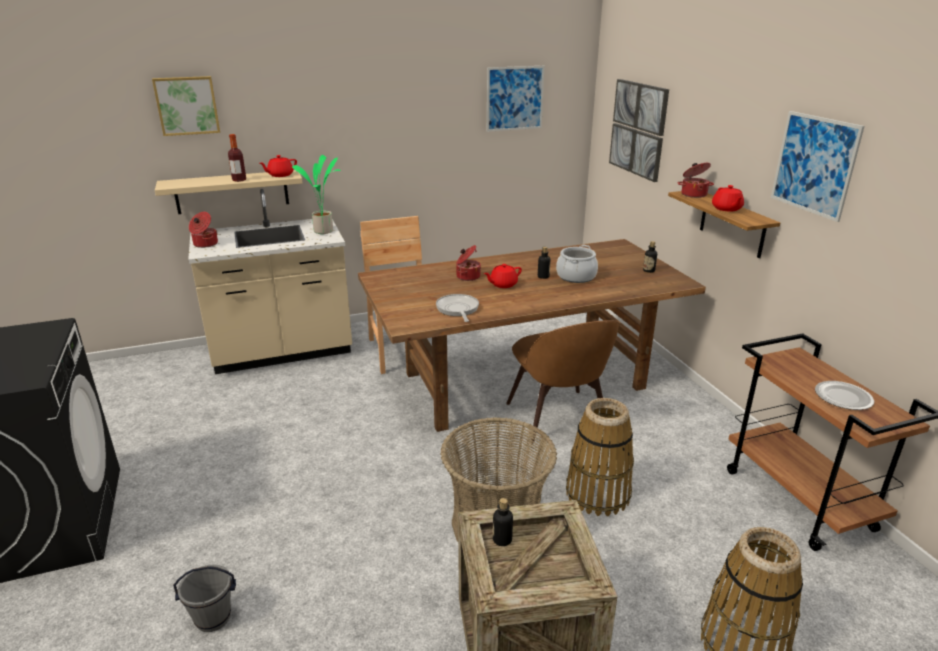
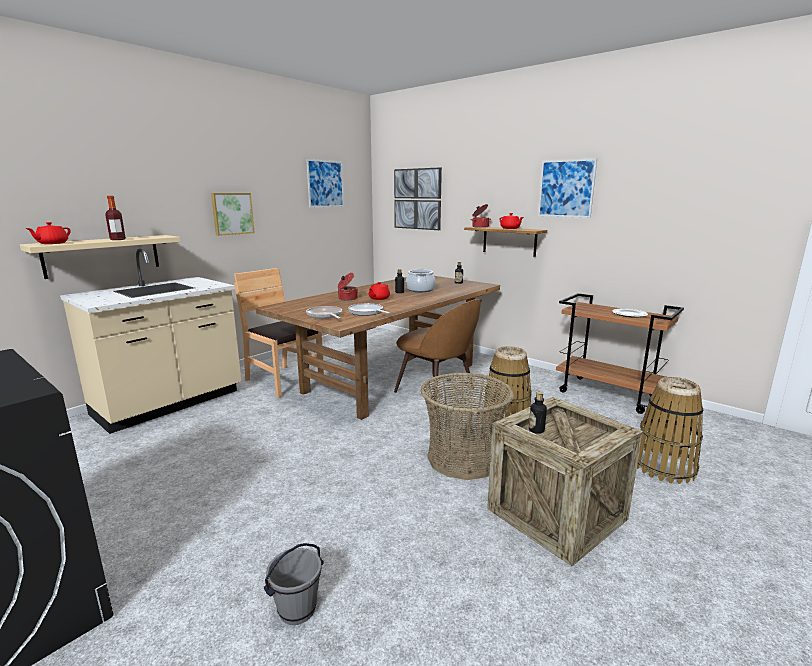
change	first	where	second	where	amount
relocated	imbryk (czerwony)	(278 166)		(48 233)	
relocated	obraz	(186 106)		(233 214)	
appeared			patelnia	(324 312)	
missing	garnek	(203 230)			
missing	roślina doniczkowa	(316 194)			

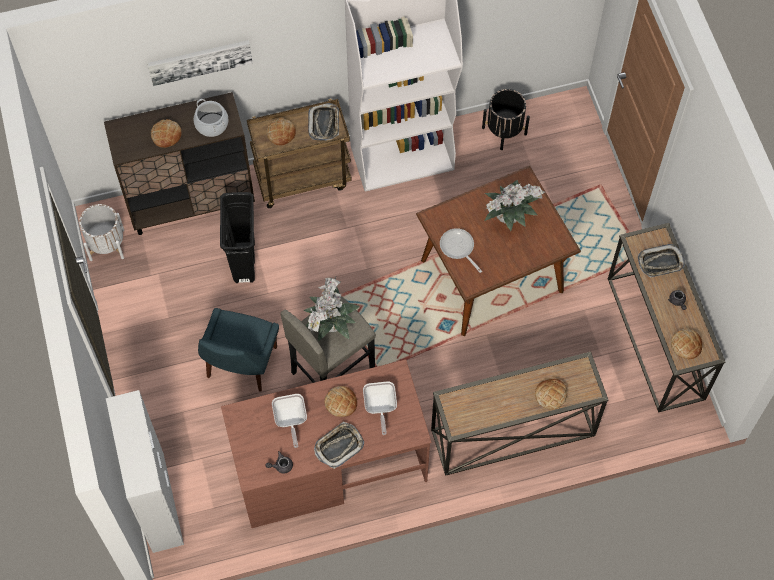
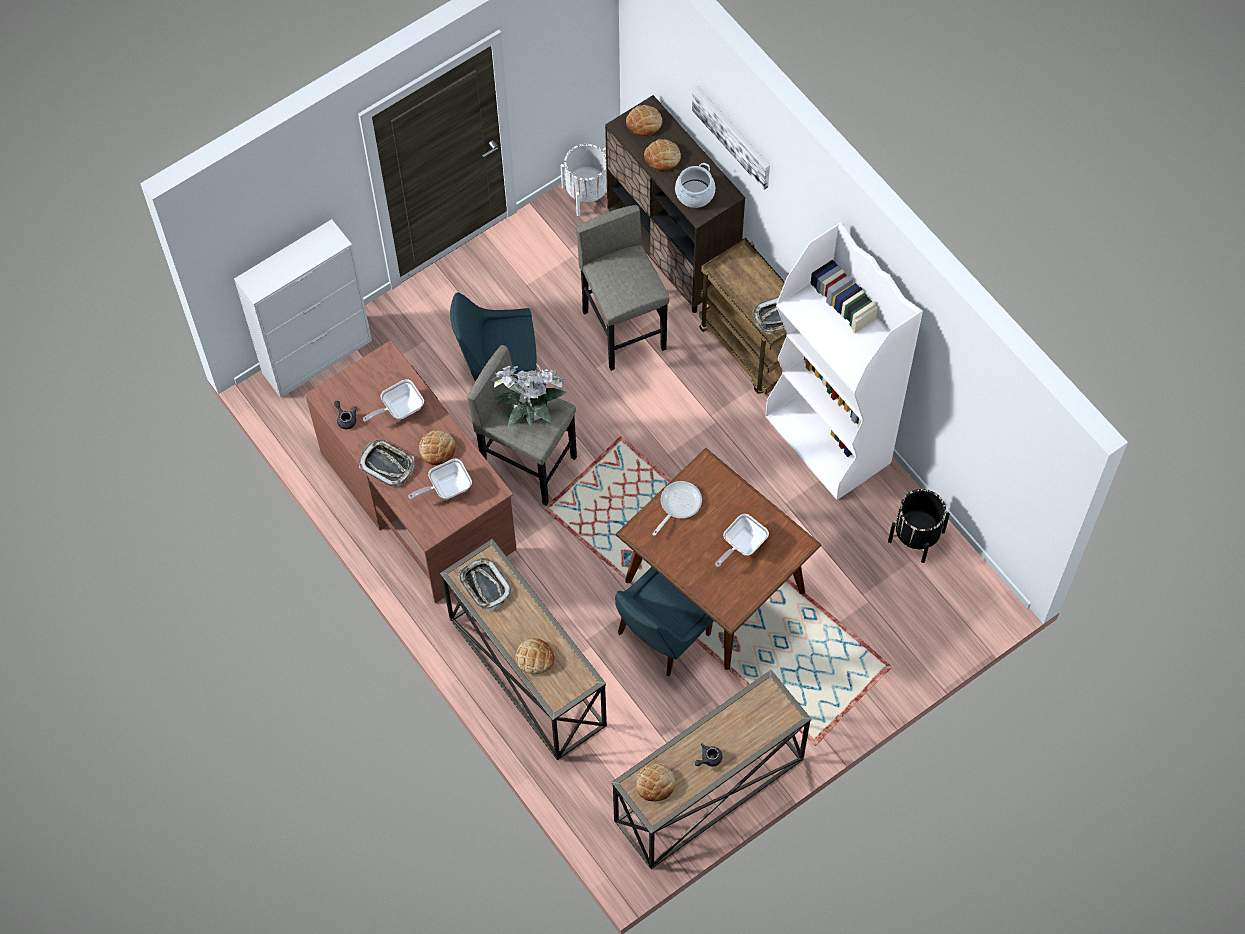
change	first	where	second	where	amount
relocated	taca	(661 261)		(484 584)	
exchanged	kosz na śmieci (czarny)	(237 237)	stołek (szary)	(623 288)	
appeared			krzesło (niebieski)	(664 621)	
relocated	chleb	(281 132)		(644 120)	
exchanged	roślina doniczkowa	(515 205)	patelnia	(742 540)	

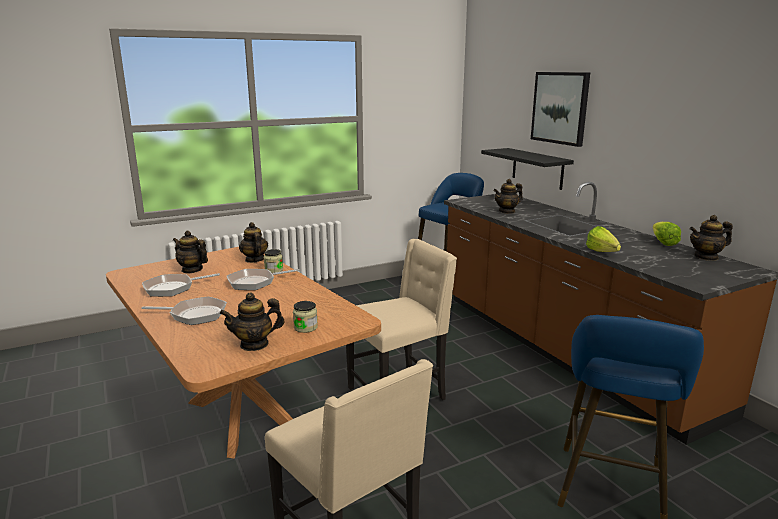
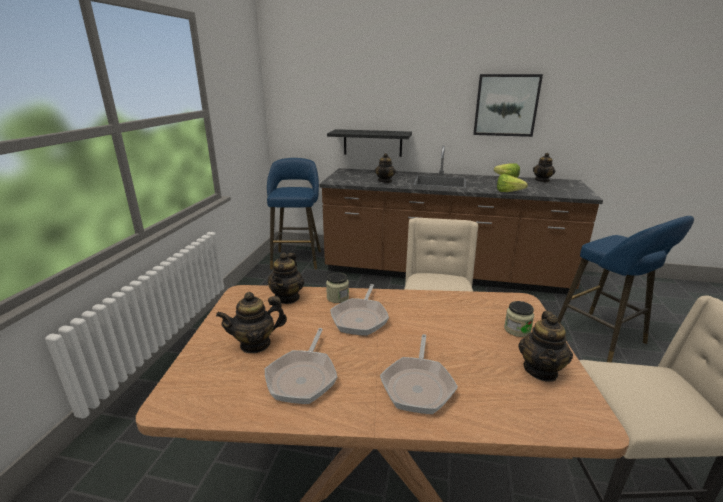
change	first	where	second	where	amount
spun	imbryk	(253 242)		(285 278)	90 degrees counterclockwise
spun	patelnia	(184 311)		(419 374)	150 degrees clockwise
relocated	obraz	(560 109)		(508 105)	

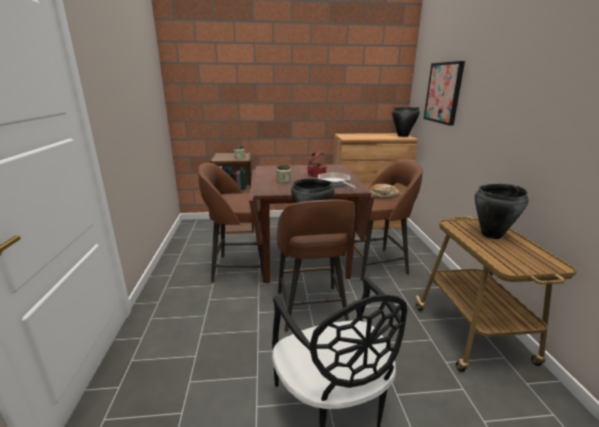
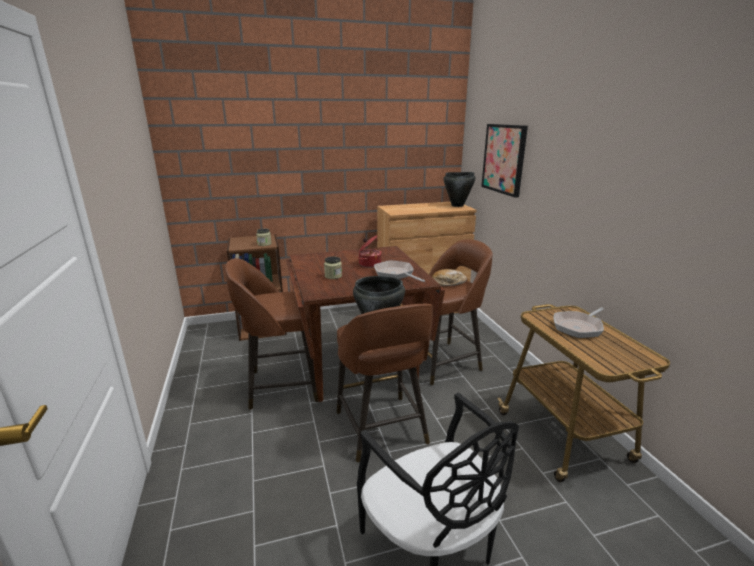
change	first	where	second	where	amount
exchanged	garnek (czarny)	(501 211)	patelnia	(579 322)	

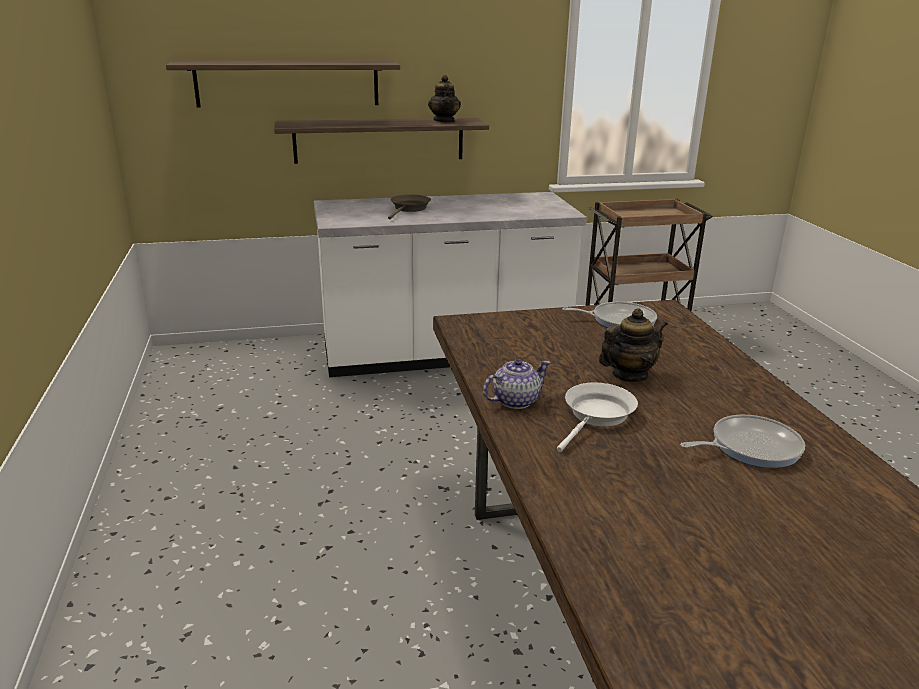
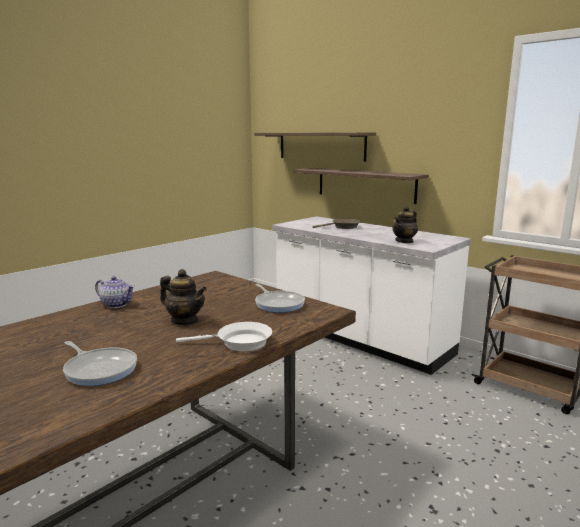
change	first	where	second	where	amount
relocated	patelnia (biały)	(597 417)		(224 336)	
relocated	imbryk	(444 99)		(405 224)	

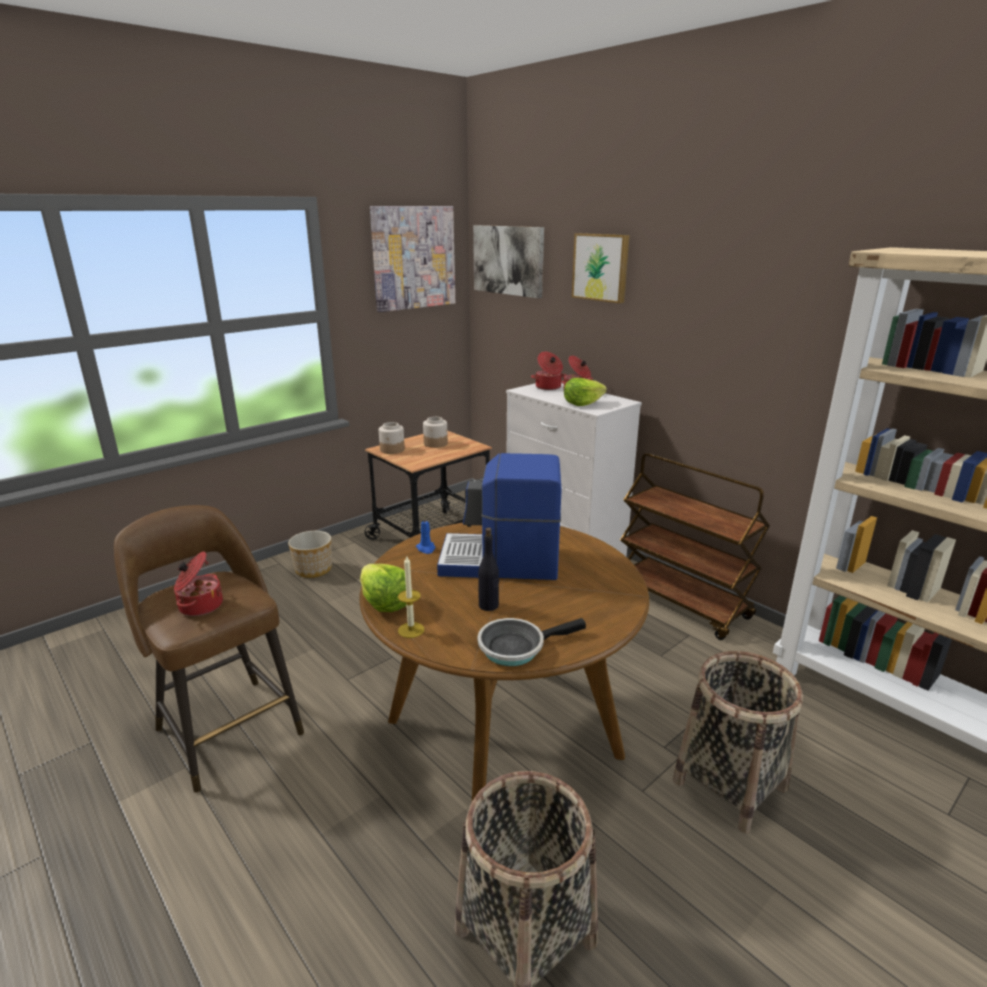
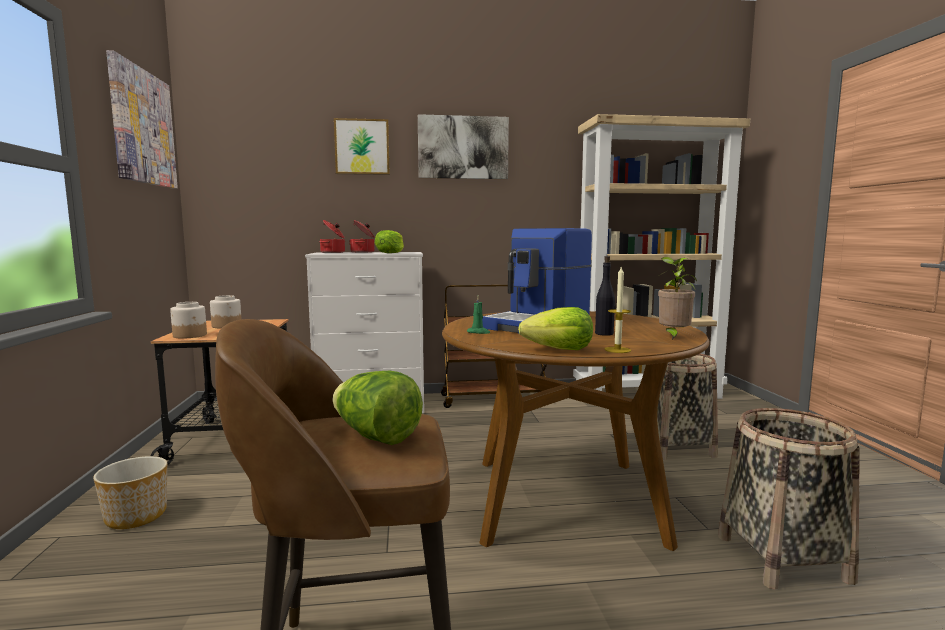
change	first	where	second	where	amount
exchanged	garnek	(198 584)	sałata	(378 408)	
relocated	obraz	(508 261)		(463 146)	
colour	świeca (niebieski)	(425 534)	świeca (zielony)	(478 315)	
exchanged	patelnia	(531 642)	roślina doniczkowa	(677 298)	

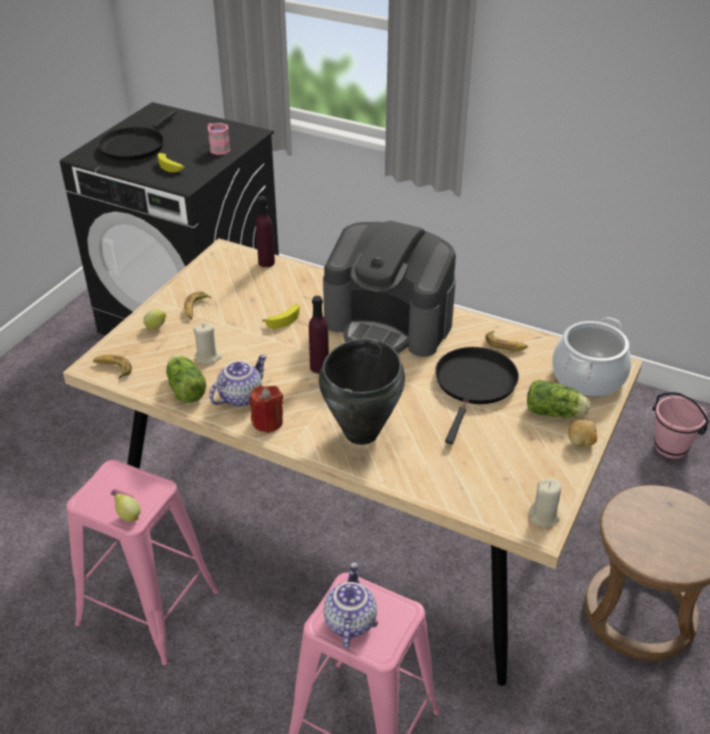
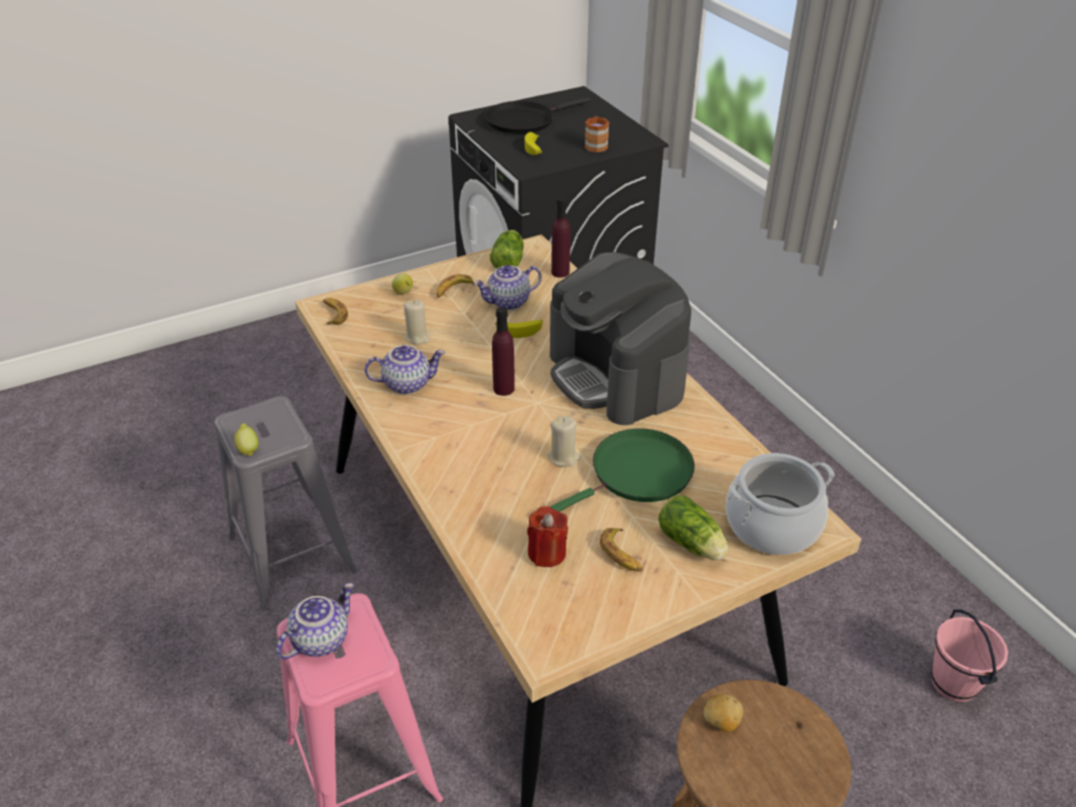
change	first	where	second	where	amount
colour	stołek (różowy)	(142 562)	stołek (szary)	(286 503)	
appeared			imbryk	(508 287)	
relocated	sałata	(186 379)		(507 249)	
relocated	świeca (czerwony)	(266 409)		(547 536)	
relocated	świeca (beżowy)	(545 502)		(563 441)	
colour	patelnia (czarny)	(477 395)	patelnia (zielony)	(622 470)	
colour	kubek (różowy)	(219 139)	kubek (brązowy)	(597 134)	
relocated	banan	(506 341)		(621 550)	
relocated	ziemniak	(582 433)		(723 713)	
missing	garnek (czarny)	(362 391)			

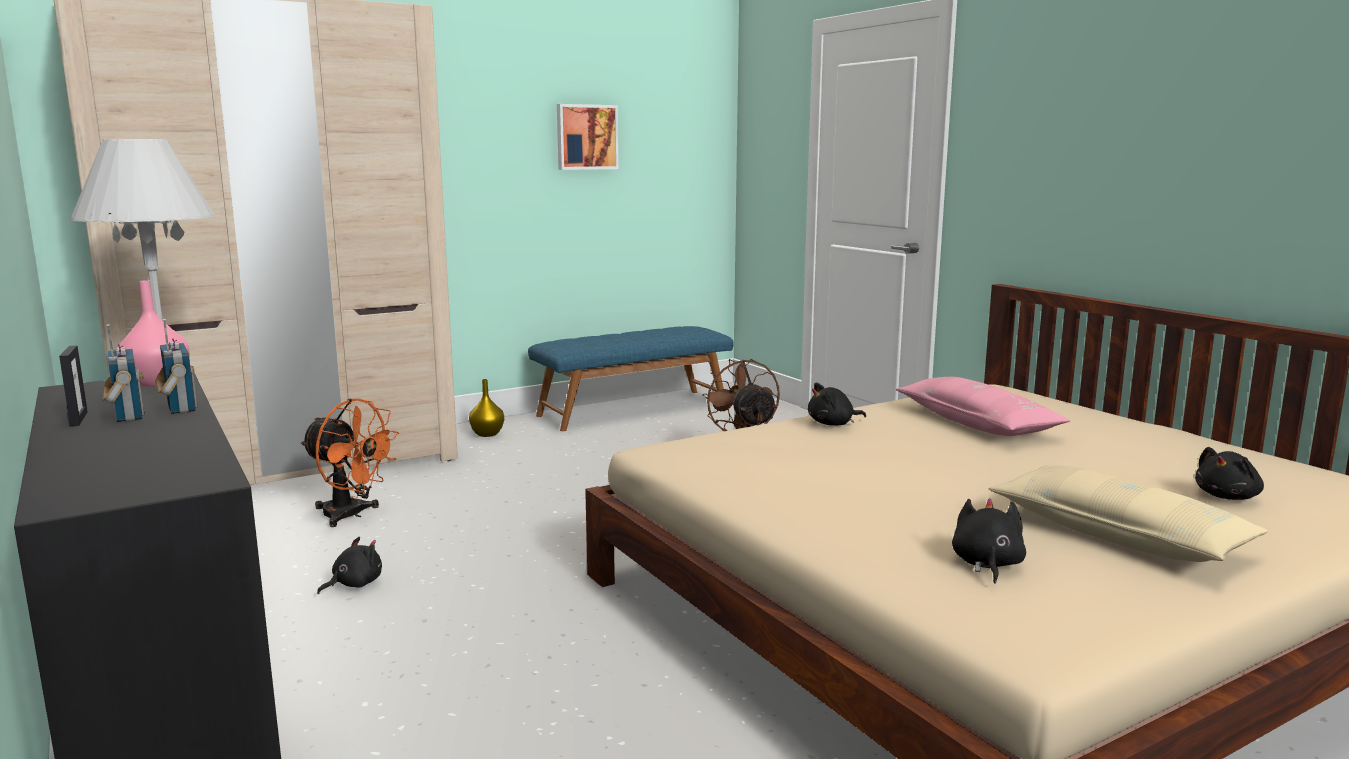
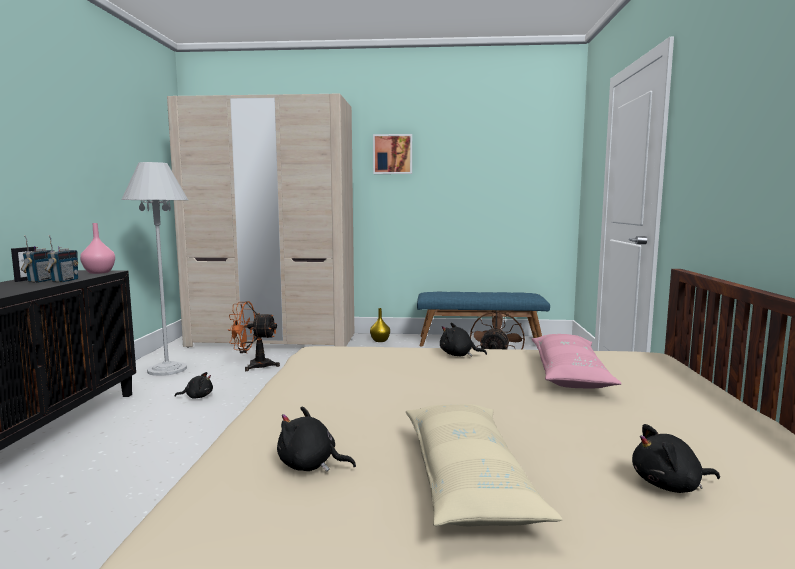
change	first	where	second	where	amount
spun	wentylator (pomarańczowy)	(349 463)		(254 336)	120 degrees clockwise
spun	pluszak (czarny)	(989 541)		(316 439)	120 degrees counterclockwise
relocated	obraz	(588 137)		(392 154)	

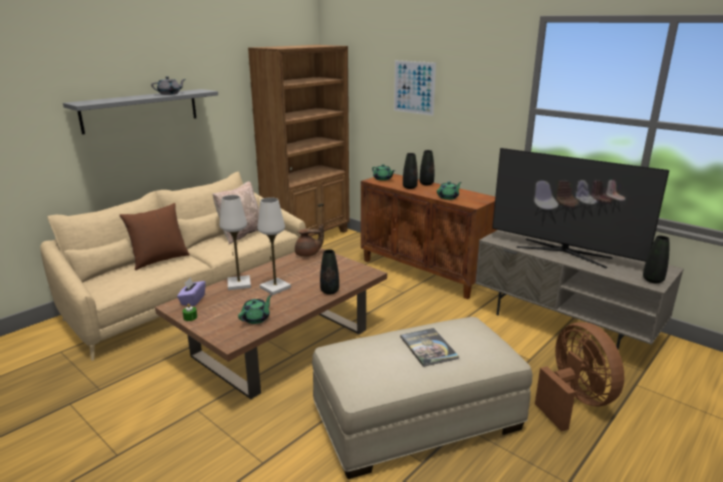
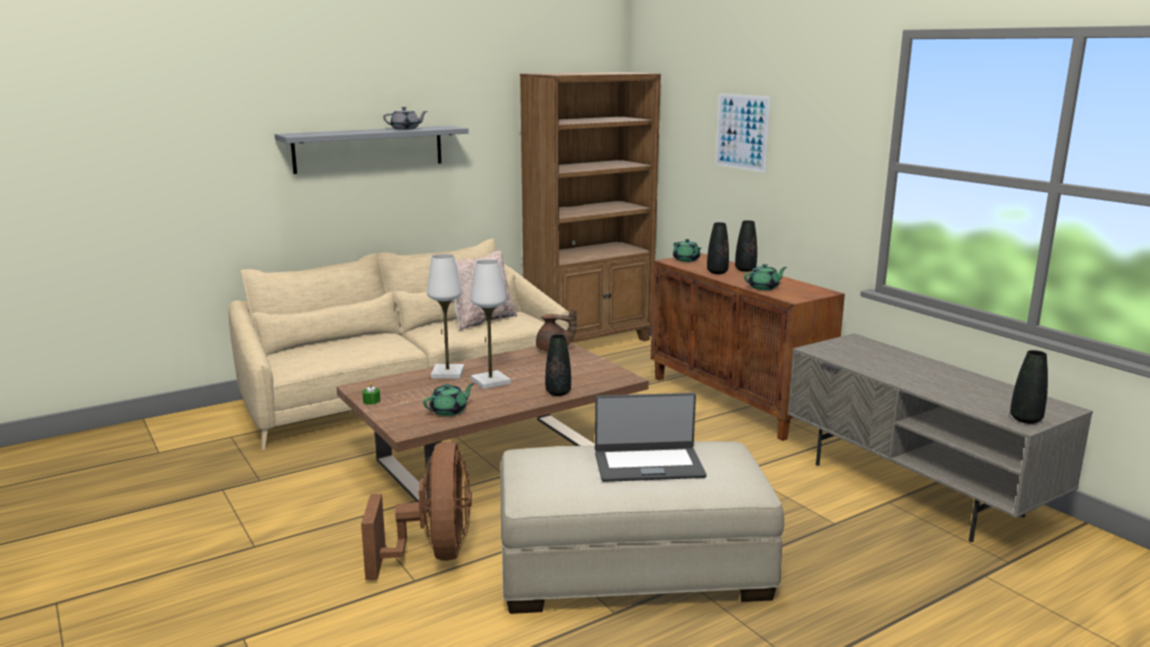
change	first	where	second	where	amount
relocated	wentylator (brązowy)	(579 376)		(416 511)	
exchanged	książka	(429 347)	laptop	(651 437)	
missing	poduszka (brązowy)	(154 236)			
missing	pudełko chusteczek (fioletowy)	(191 291)			
missing	telewizor	(580 208)			

